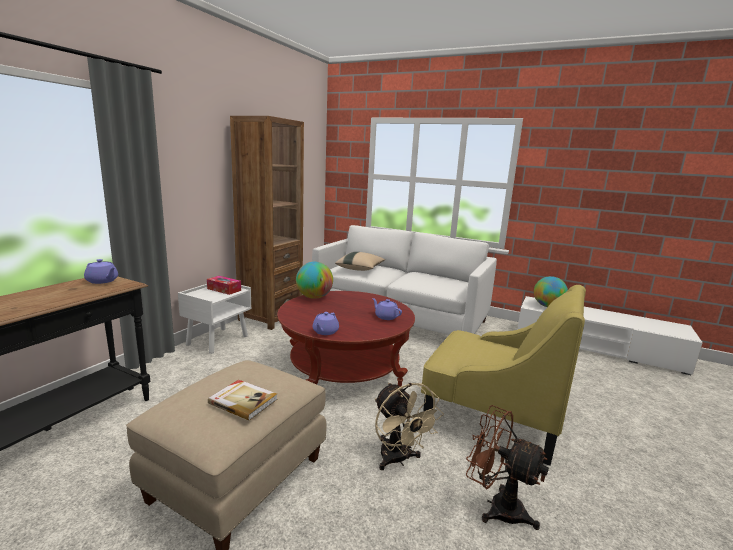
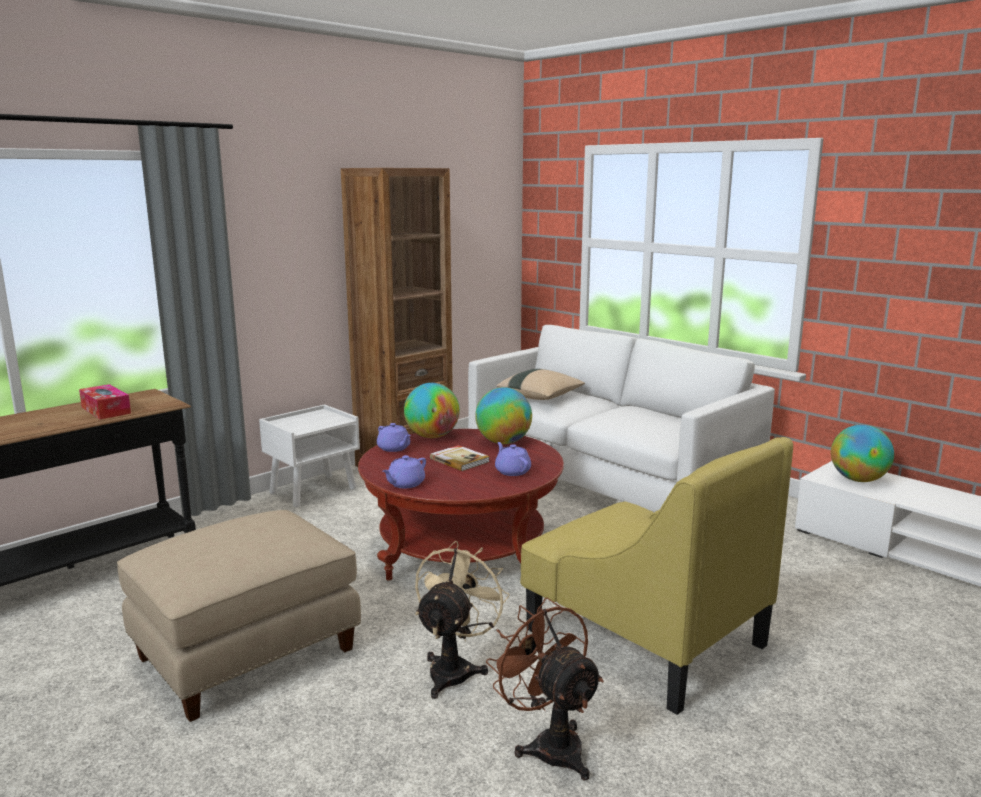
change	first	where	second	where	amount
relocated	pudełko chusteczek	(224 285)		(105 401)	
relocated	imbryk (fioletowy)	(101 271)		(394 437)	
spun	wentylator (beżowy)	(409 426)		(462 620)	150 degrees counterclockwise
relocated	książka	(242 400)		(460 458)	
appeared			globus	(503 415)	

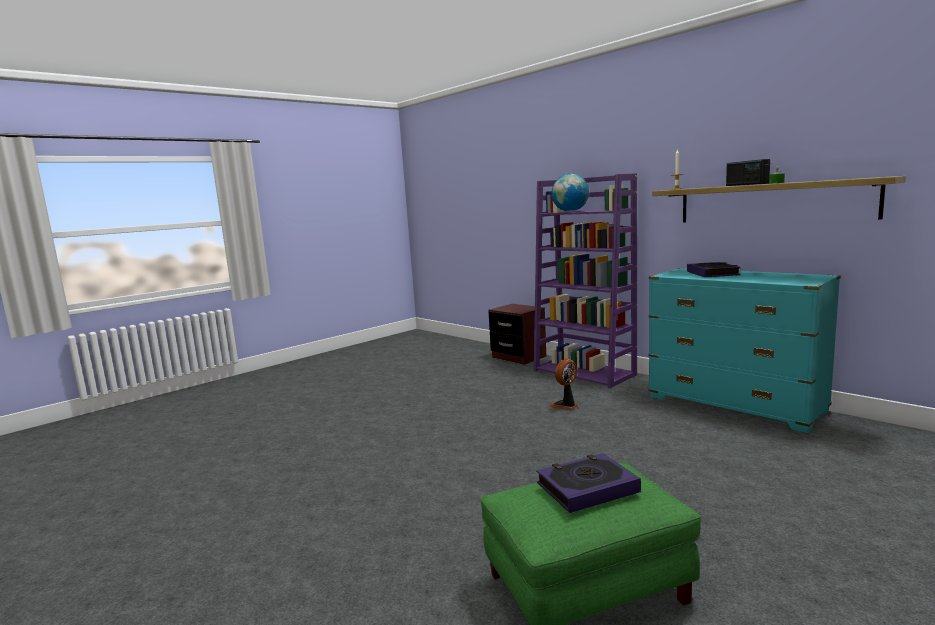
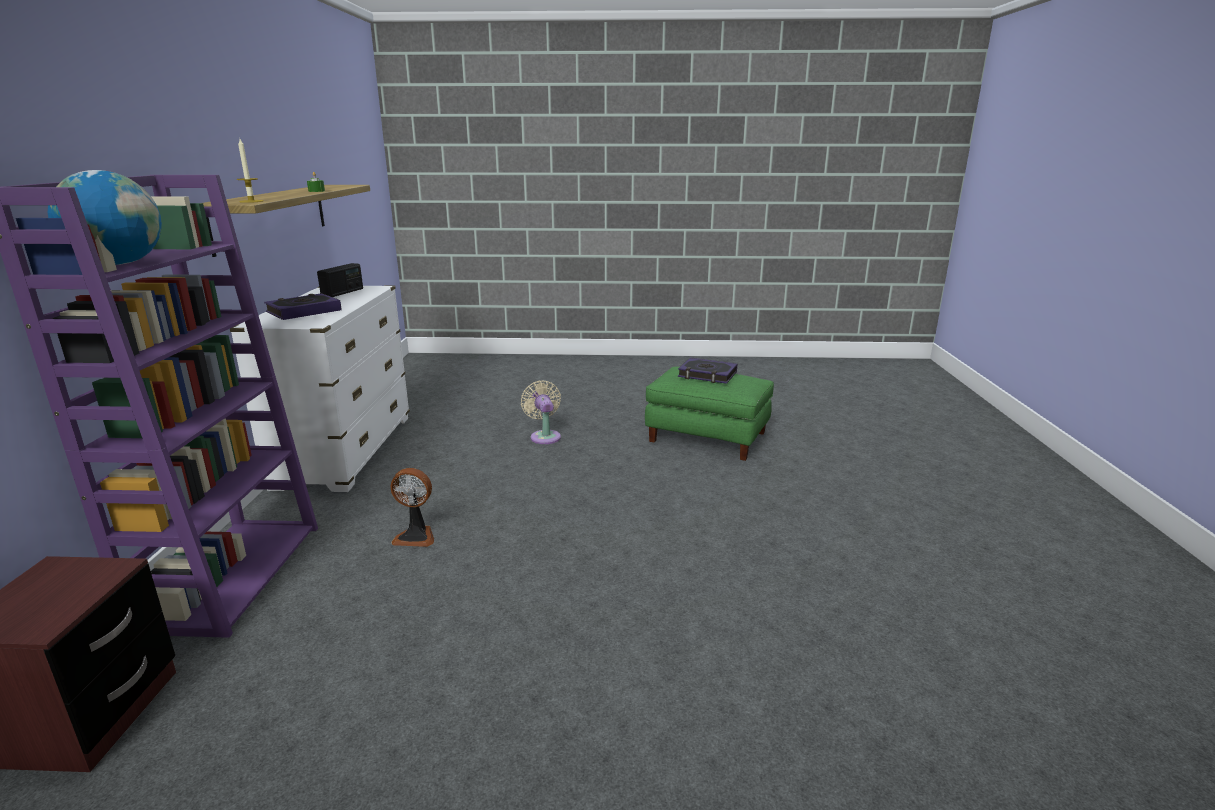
change	first	where	second	where	amount
colour	komoda (turkusowy)	(744 350)	komoda (biały)	(320 389)	
relocated	radio	(748 172)		(340 280)	
appeared			wentylator (beżowy)	(541 412)	

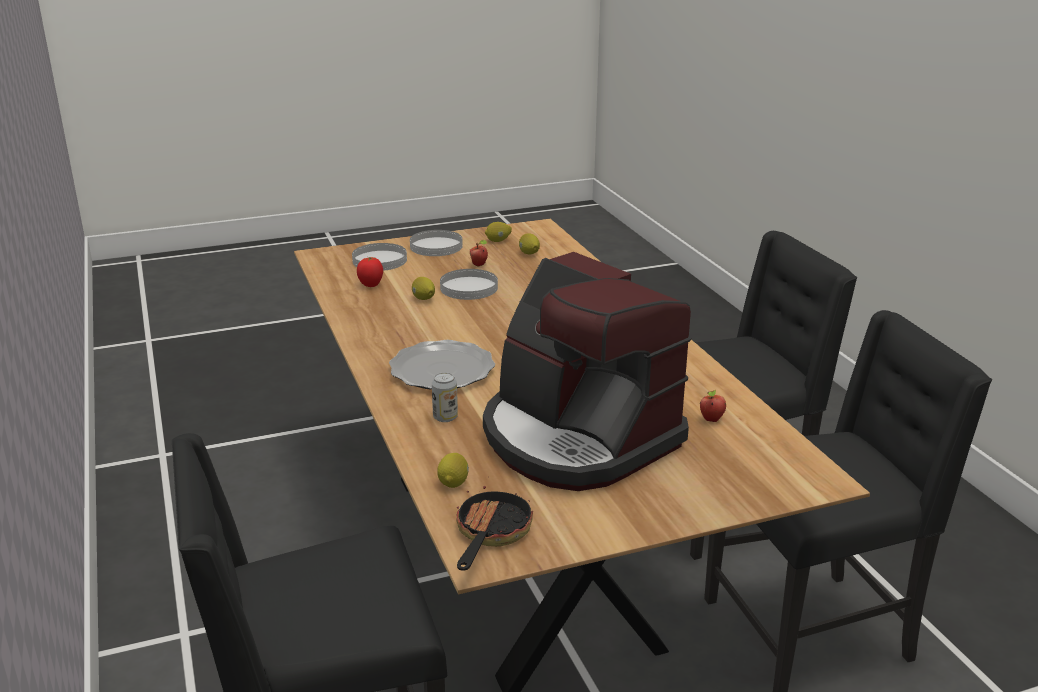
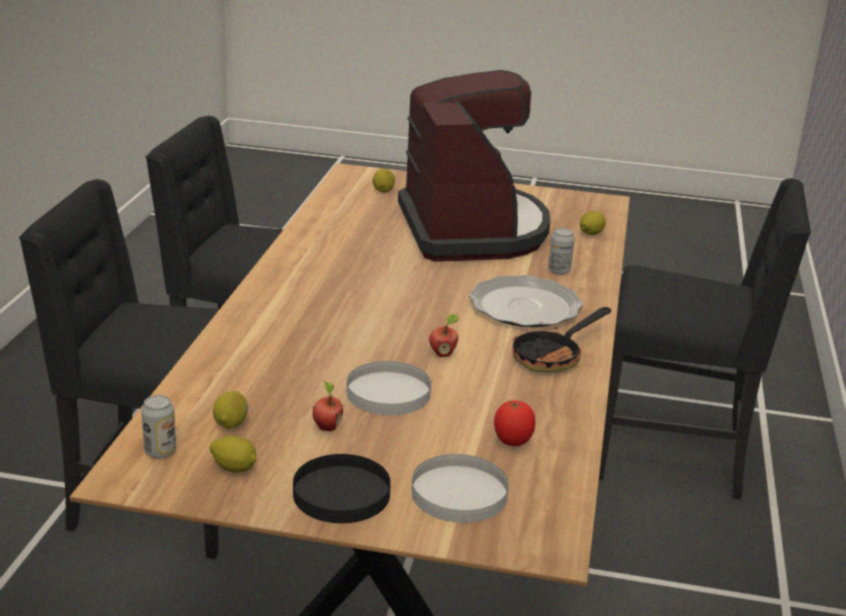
change	first	where	second	where	amount
appeared			puszka	(158 426)	
colour	talerz (biały)	(436 243)	talerz (czarny)	(342 488)	
relocated	cytryna	(423 288)		(384 181)	
relocated	jabłko	(713 406)		(444 335)	
relocated	patelnia	(495 528)		(562 340)	

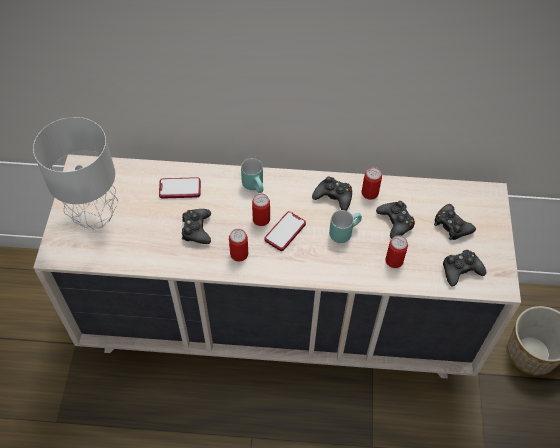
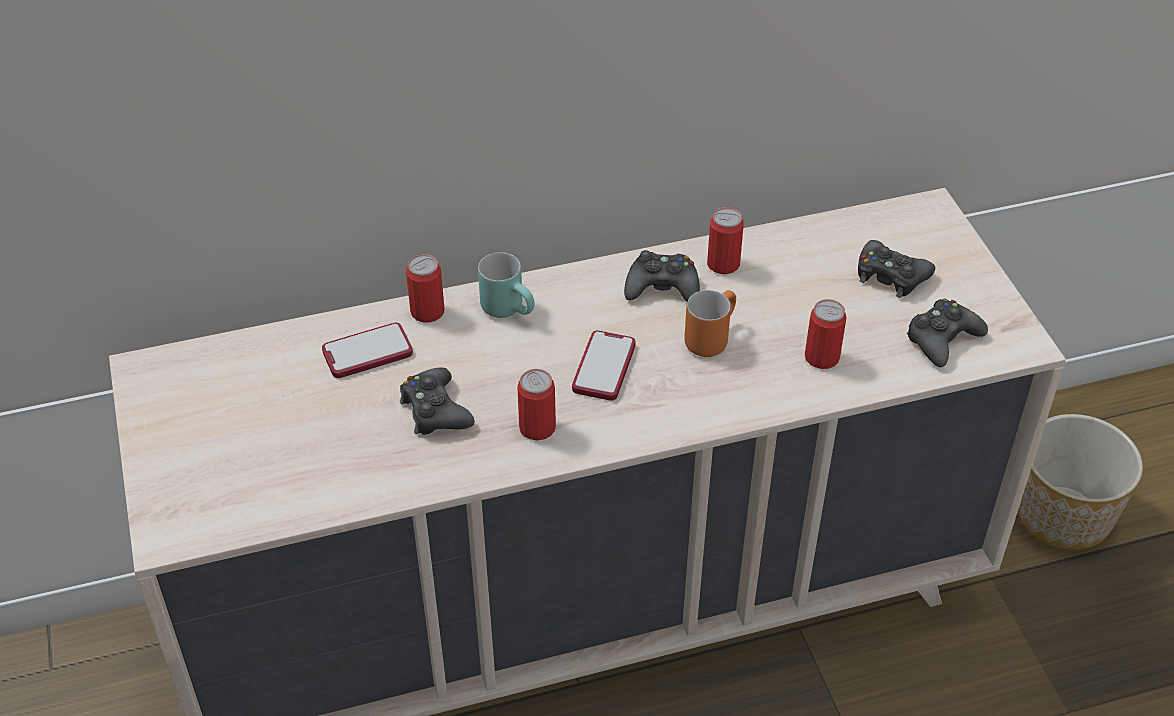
change	first	where	second	where	amount
relocated	puszka	(261 209)		(425 288)	
colour	kubek (turkusowy)	(345 226)	kubek (pomarańczowy)	(710 323)	
missing	lampa stołowa (szary)	(75 173)			
missing	pad do gier (czarny)	(395 220)			

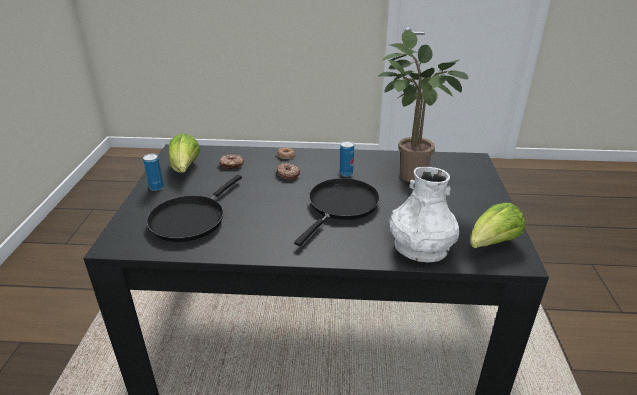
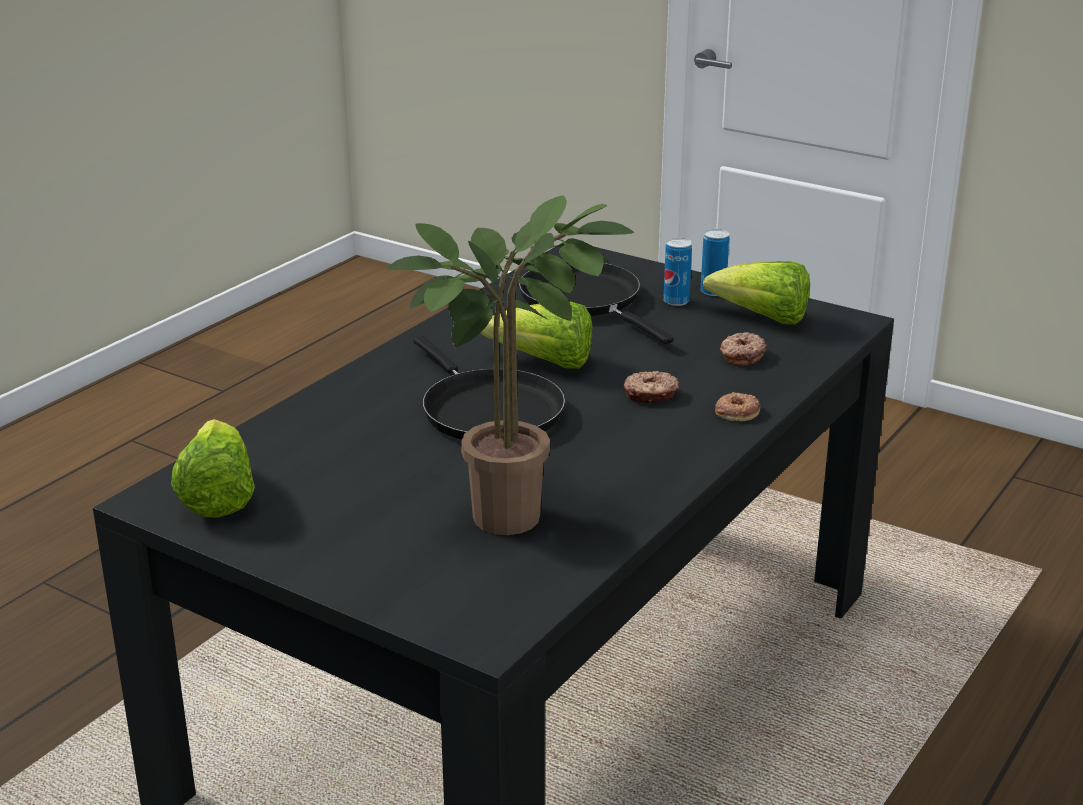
change	first	where	second	where	amount
appeared			sałata	(536 335)	
relocated	puszka	(347 159)		(677 272)	
missing	wazon (biały)	(424 214)			

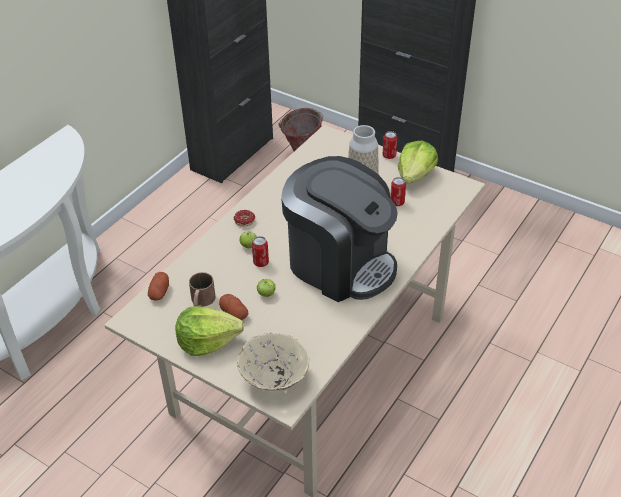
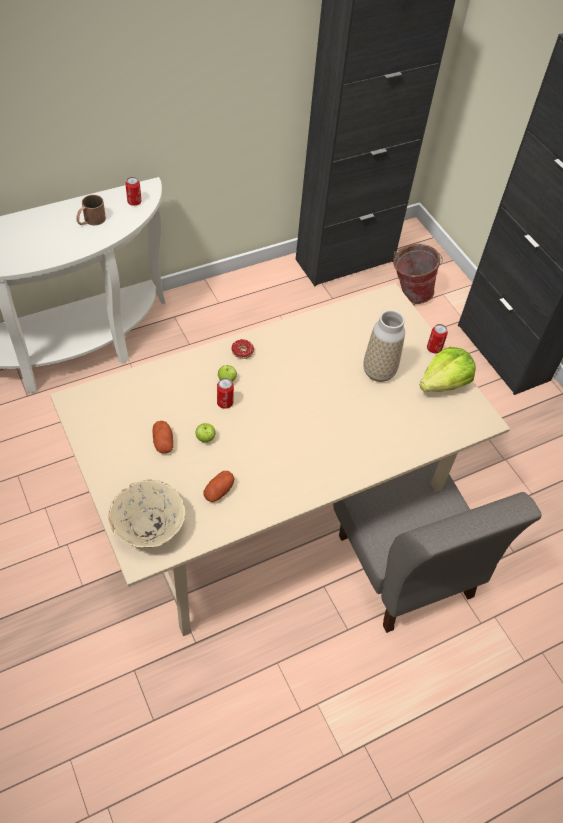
change	first	where	second	where	amount
relocated	kubek (brązowy)	(202 289)		(91 210)	
relocated	puszka	(398 191)		(133 191)	
relocated	ziemniak	(158 286)		(219 486)	
appeared			krzesło (szary)	(437 546)	
missing	sałata	(209 331)			
missing	ekspres do kawy	(339 229)			

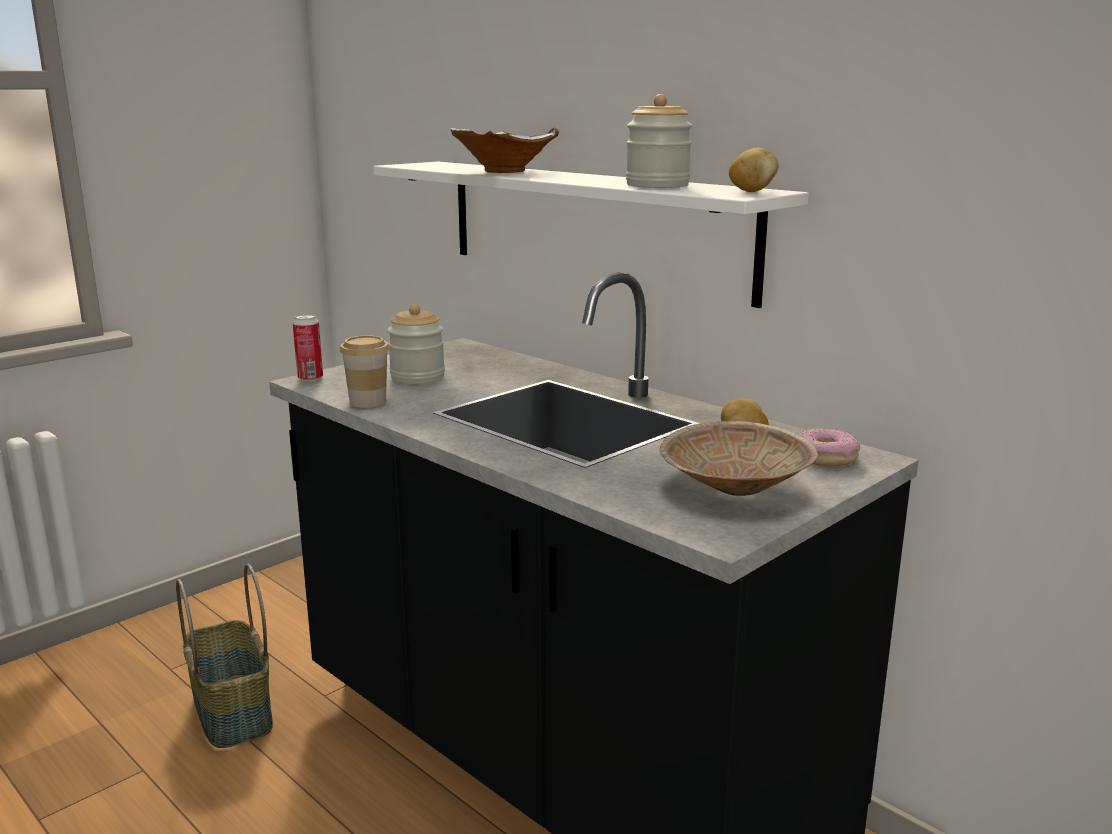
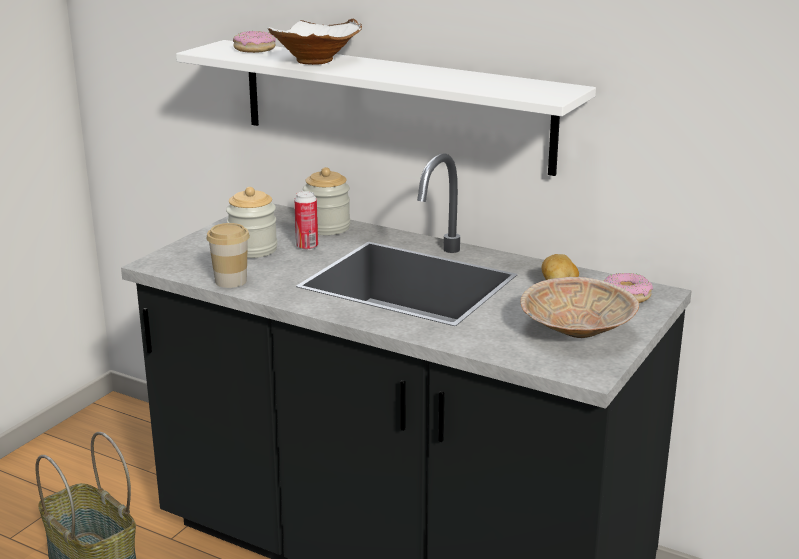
change	first	where	second	where	amount
appeared			donut	(254 42)	
relocated	puszka	(308 347)		(306 220)	
relocated	słoik	(659 141)		(326 201)	
missing	ziemniak	(753 169)			

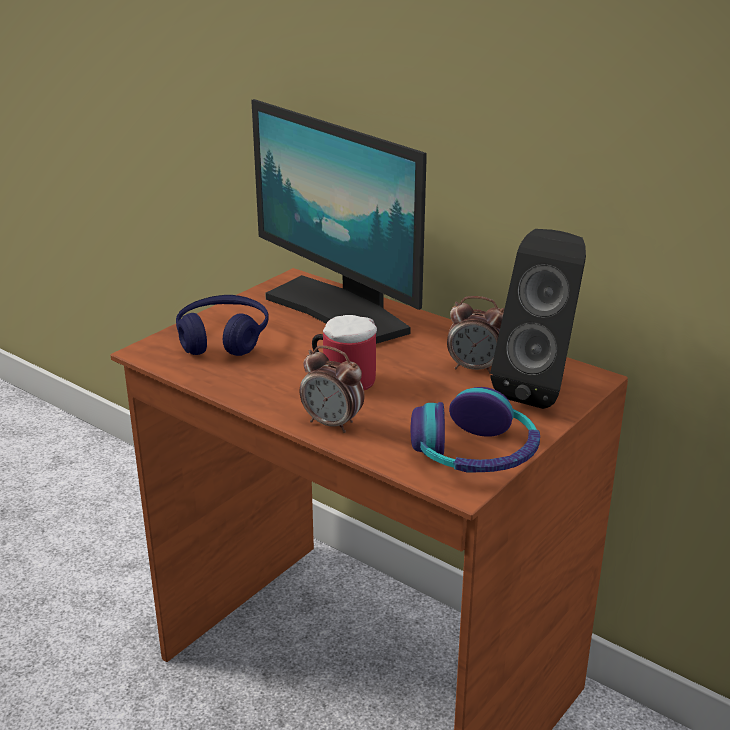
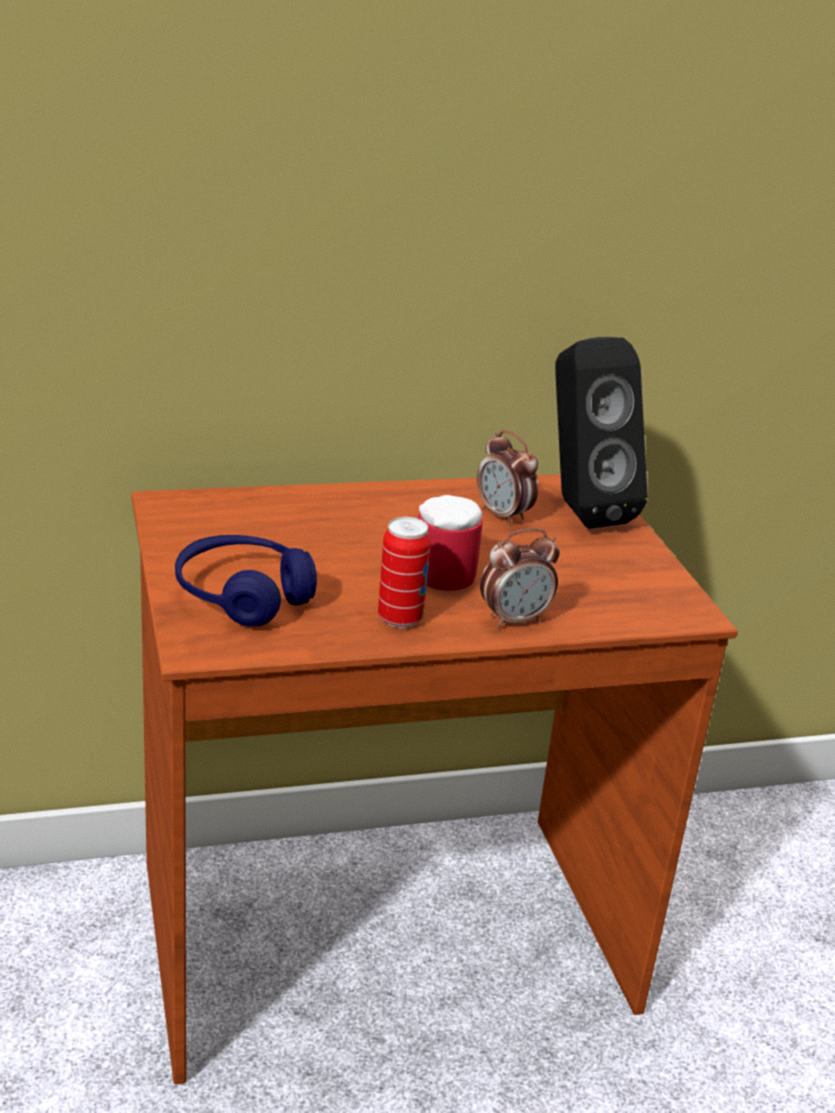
change	first	where	second	where	amount
appeared			puszka	(404 572)	
spun	budzik	(475 335)		(507 478)	90 degrees clockwise
missing	monitor	(339 221)			
missing	słuchawki	(475 429)			

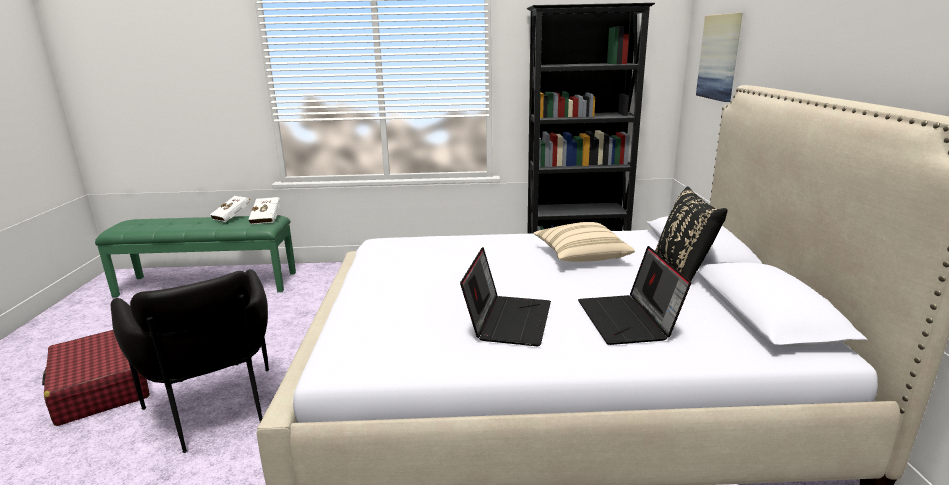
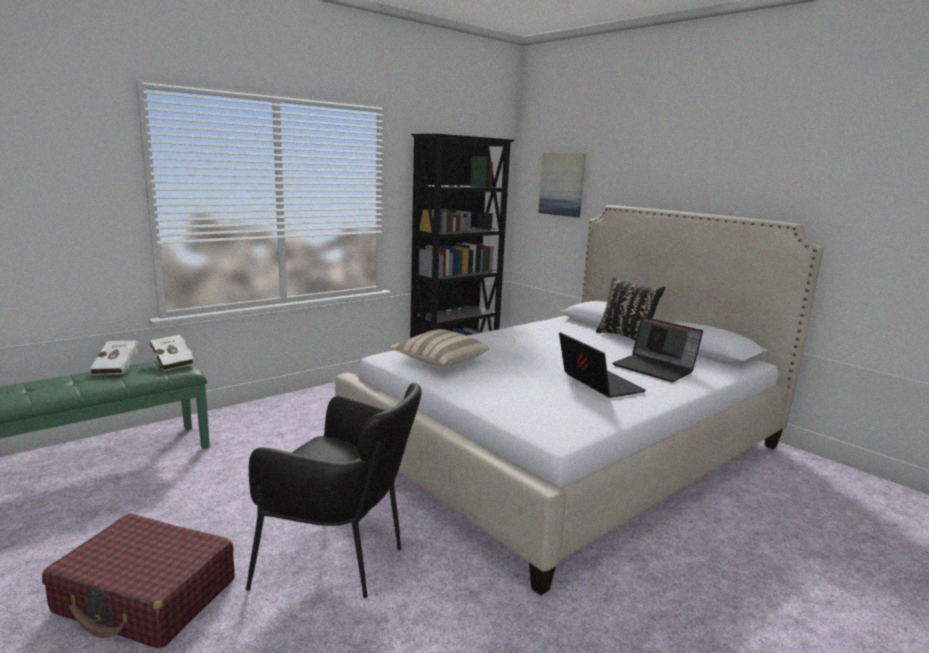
change	first	where	second	where	amount
relocated	poduszka (beżowy)	(584 242)		(439 347)	

